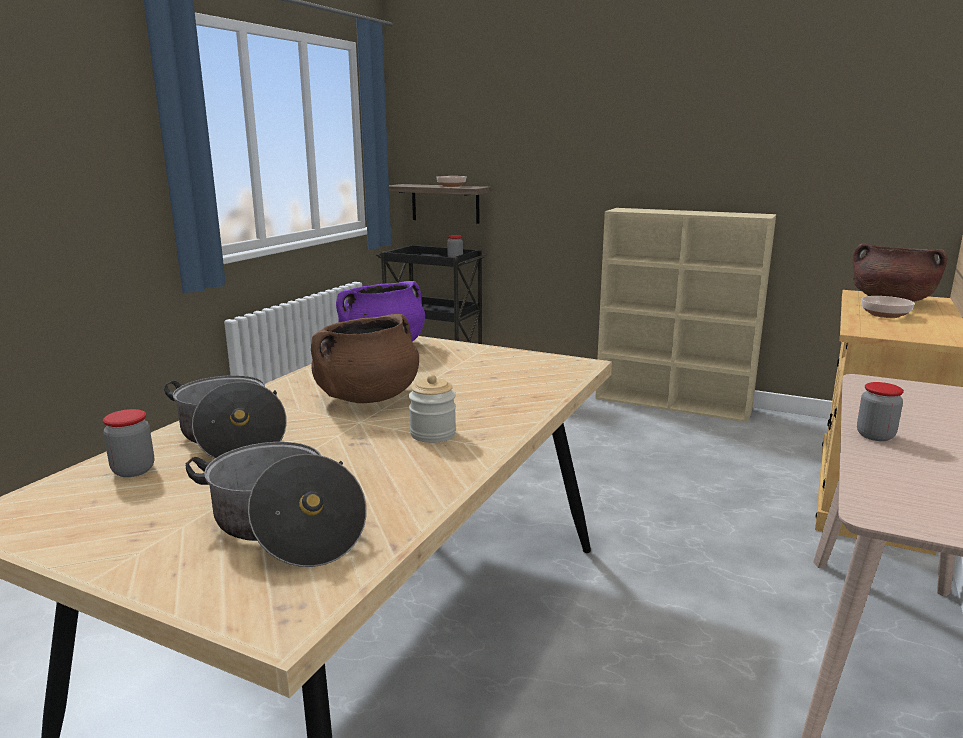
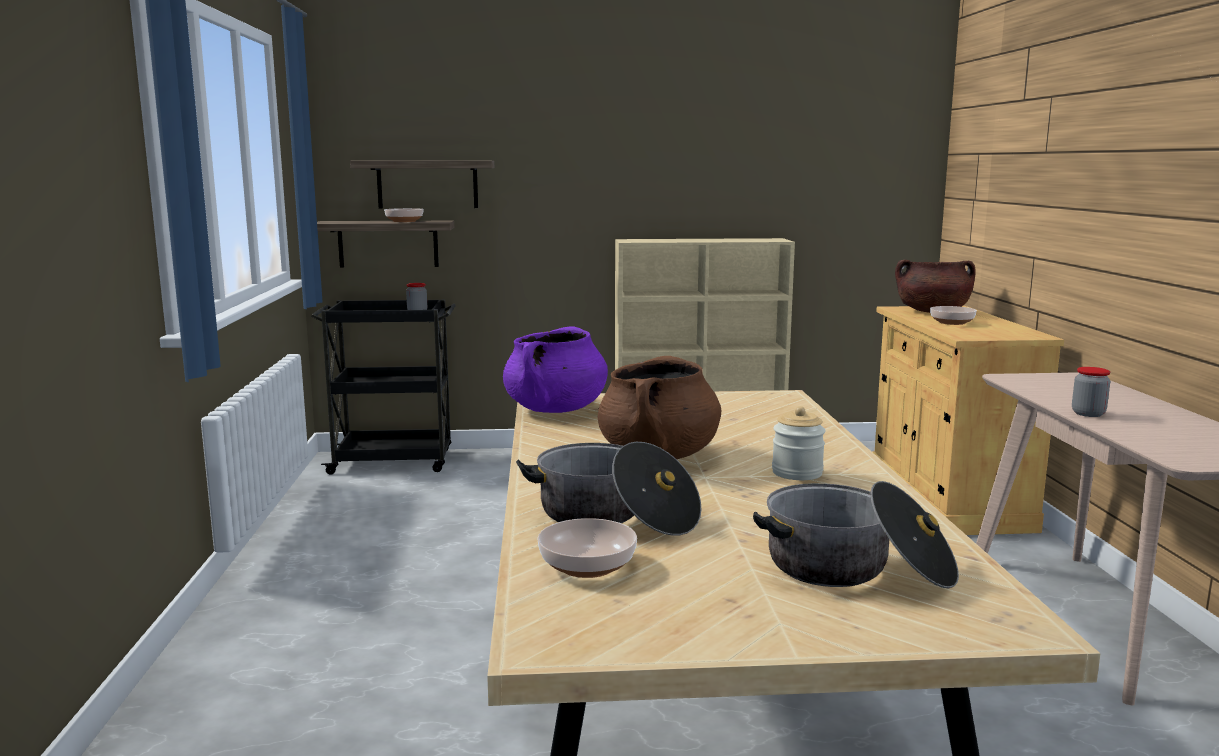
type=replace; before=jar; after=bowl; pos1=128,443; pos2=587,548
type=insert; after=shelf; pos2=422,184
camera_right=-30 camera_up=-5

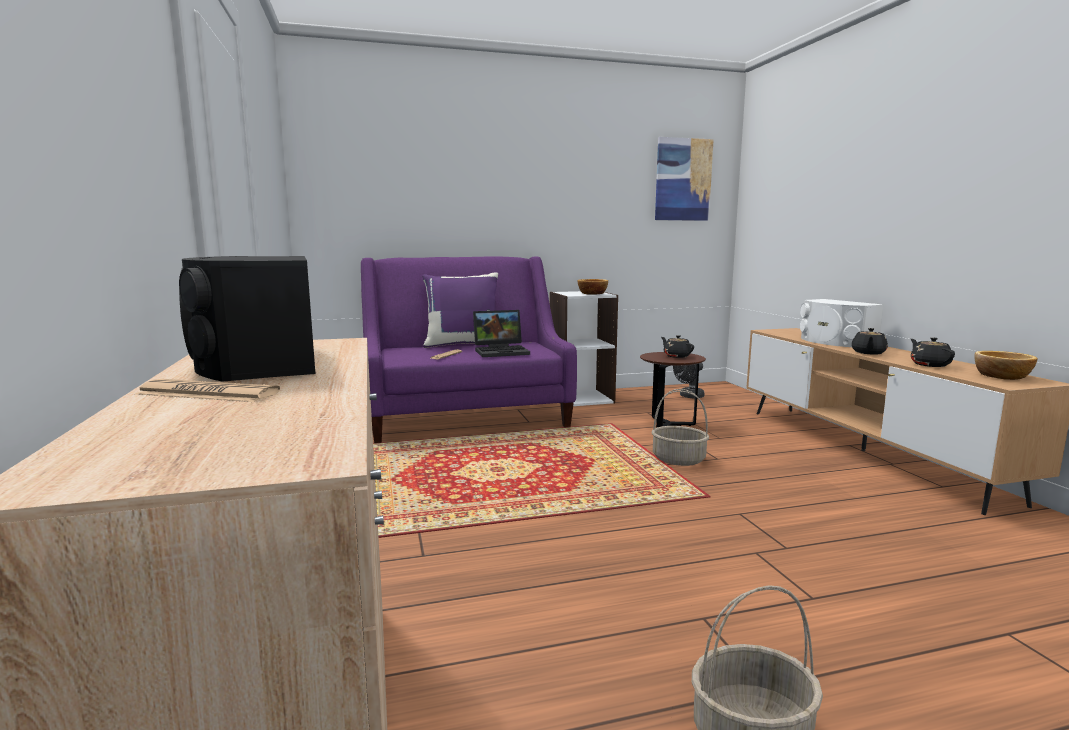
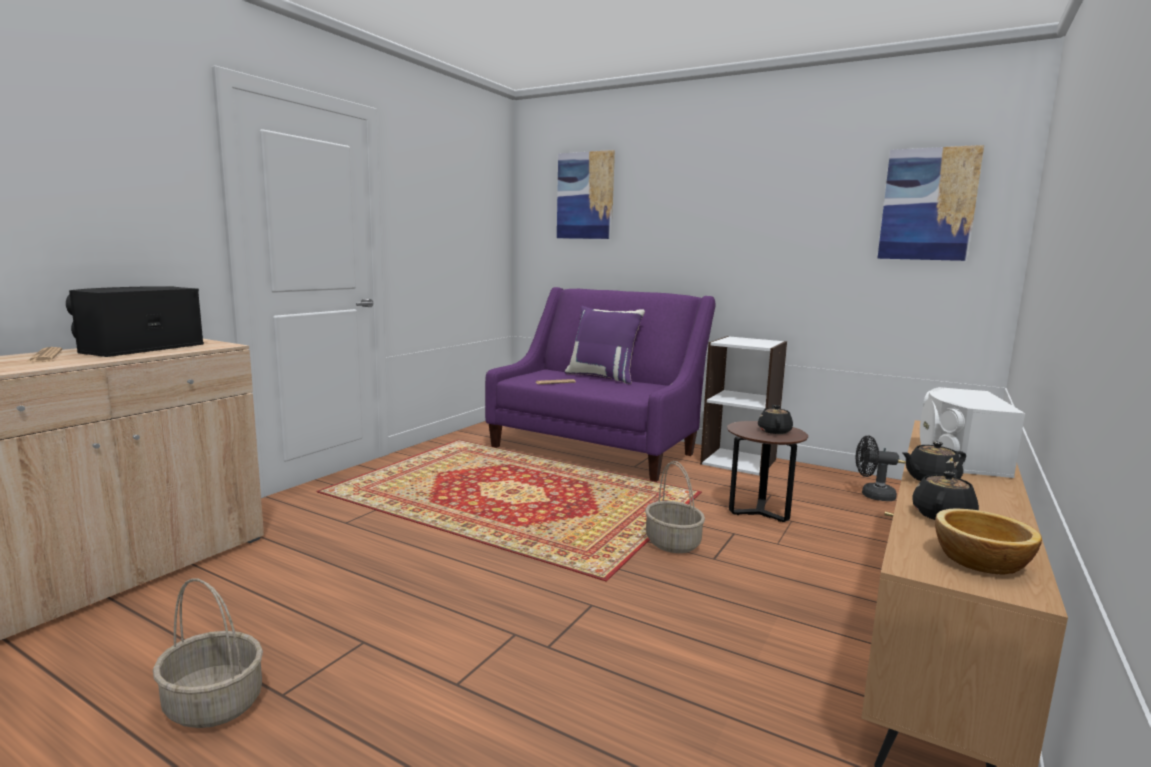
type=delete; before=laptop; pos1=501,333
type=delete; before=bowl; pos1=593,287
type=insert; after=picture; pos2=586,194
camera_right=45 camera_up=0

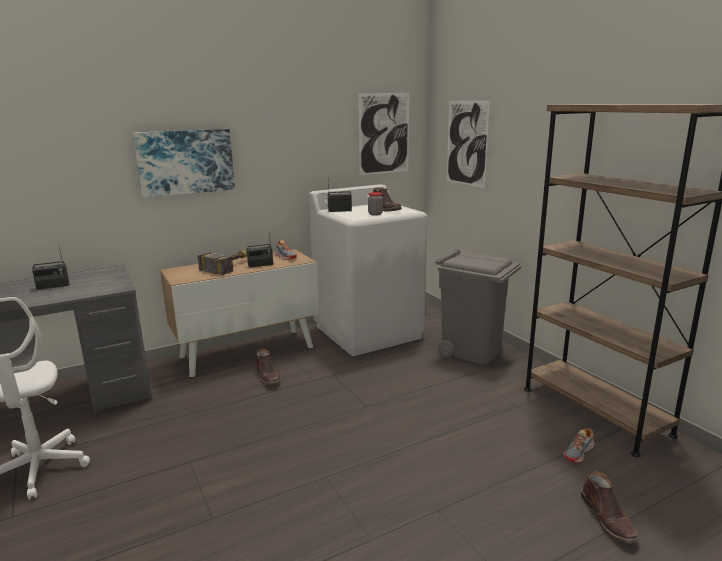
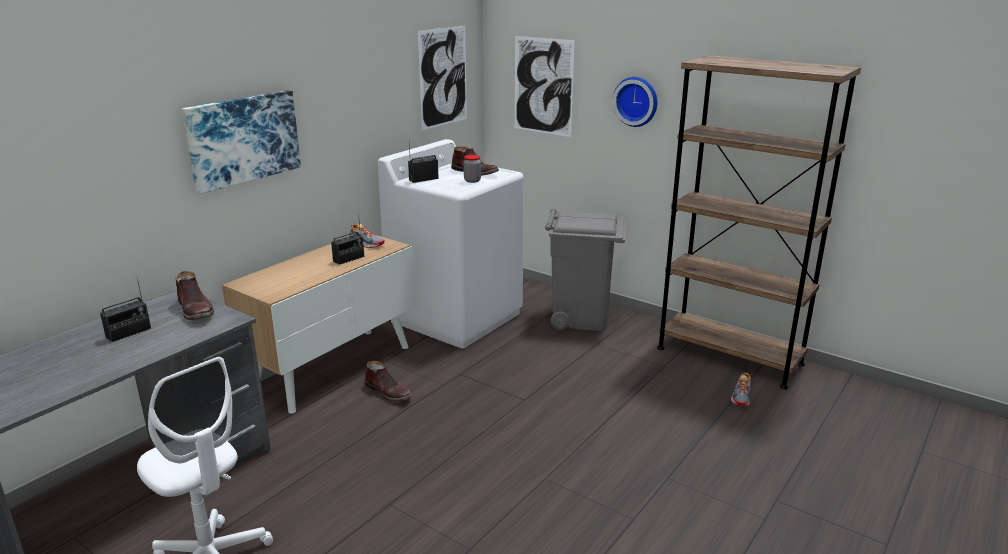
type=delete; before=hammer; pos1=222,262
type=move; before=brown_boot; pos1=610,506; pos2=194,295
type=insert; after=wall_clock; pos2=635,102
camera_right=-25 camera_up=5

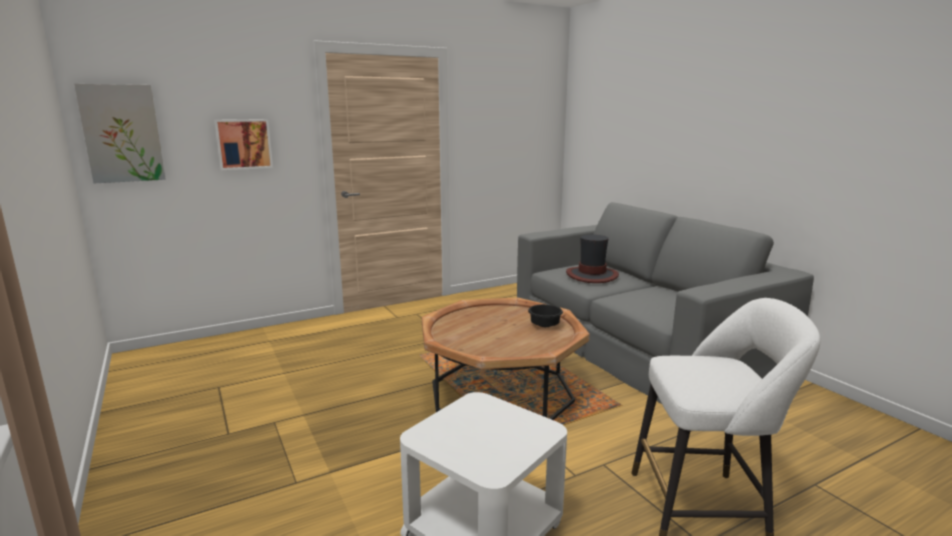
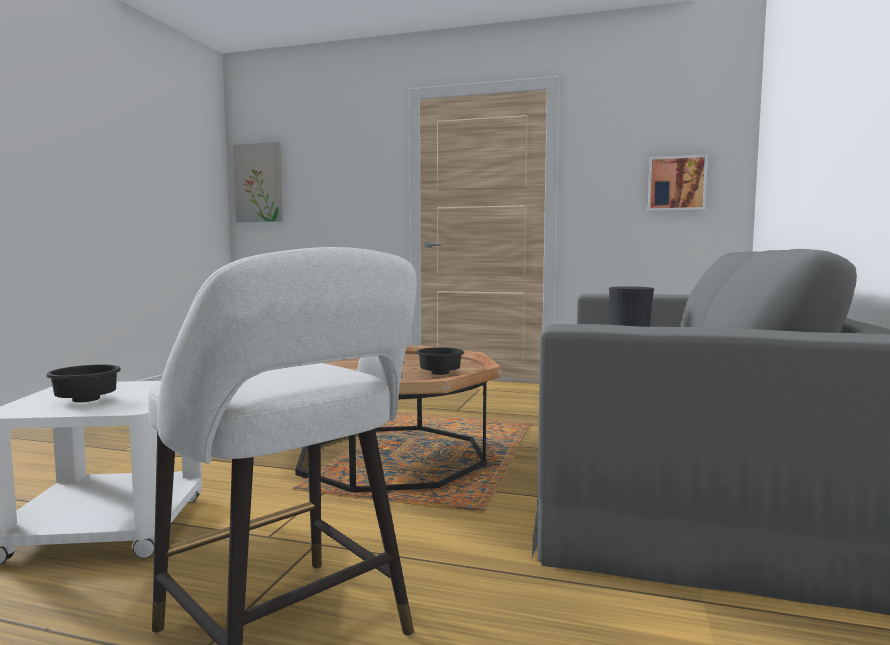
type=move; before=picture; pos1=243,144; pos2=678,183
type=insert; after=black_bowl; pos2=83,383
camera_right=45 camera_up=-10

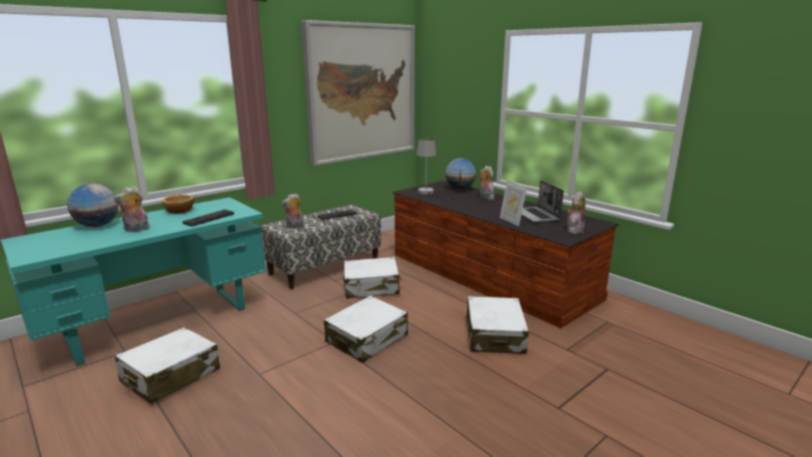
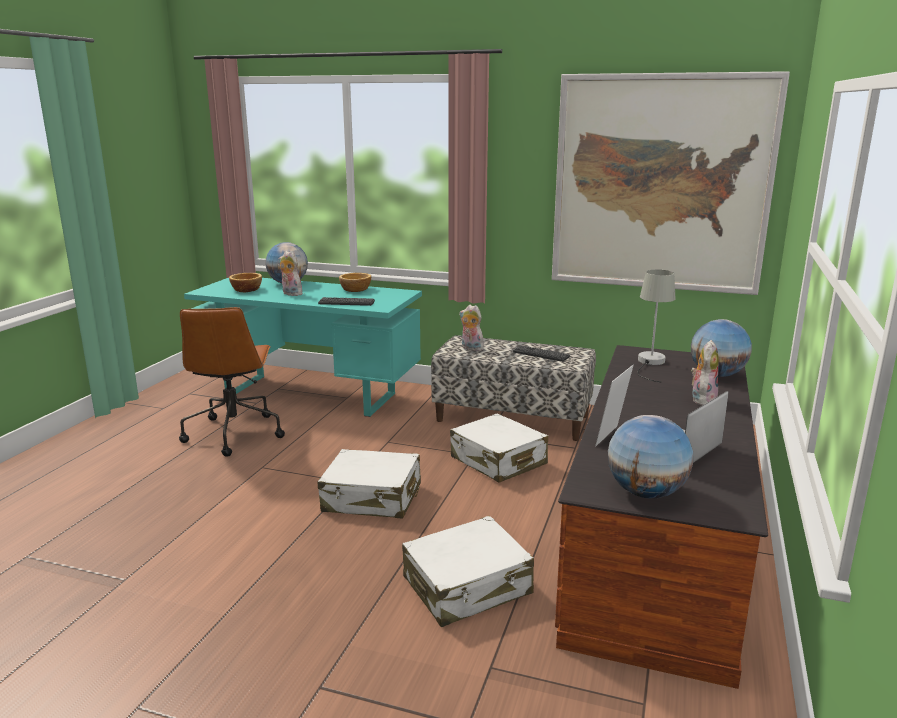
type=replace; before=white_suitcase; after=brown_office_chair; pos1=167,365; pos2=232,382
type=replace; before=plush_toy; after=globe; pos1=576,213; pos2=651,457
type=insert; after=bowl; pos2=245,282
camera_right=60 camera_up=0

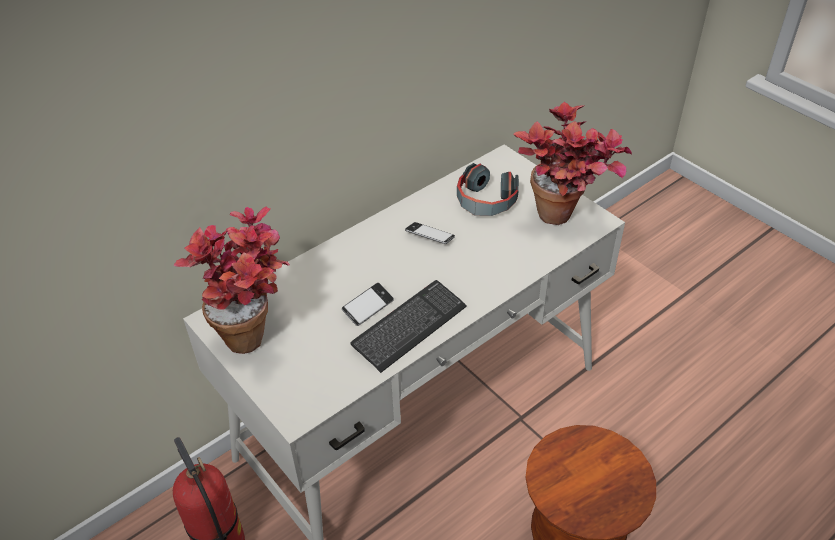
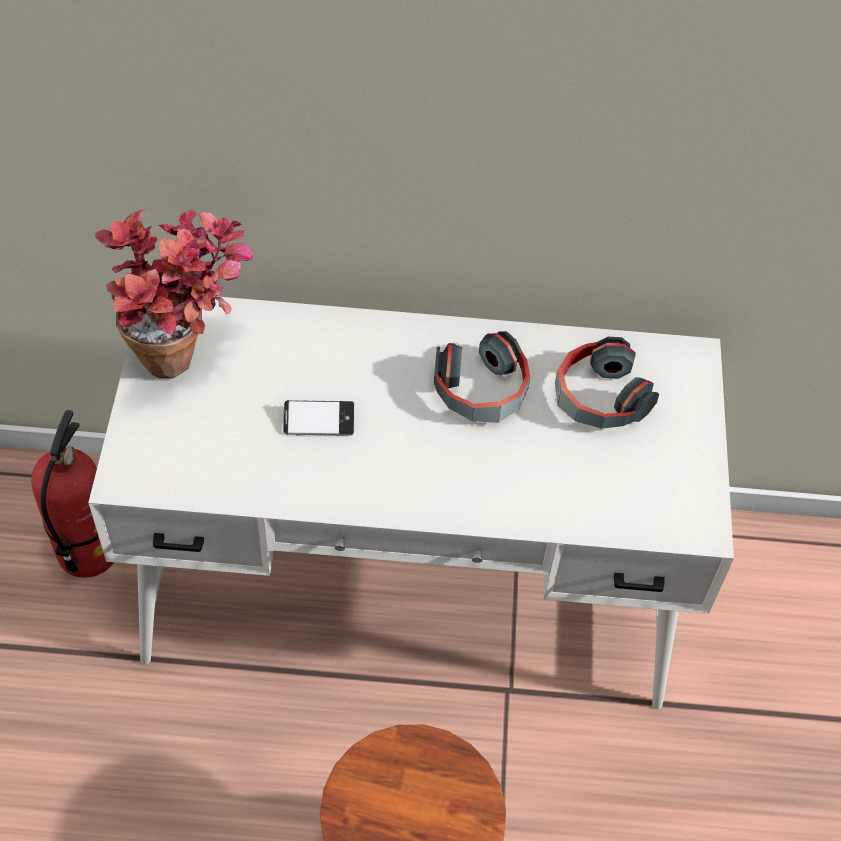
type=delete; before=keyboard; pos1=409,326
type=replace; before=phone; after=headphones; pos1=430,233; pos2=482,377
type=delete; before=potted_plant; pos1=573,163
camera_right=40 camera_up=10

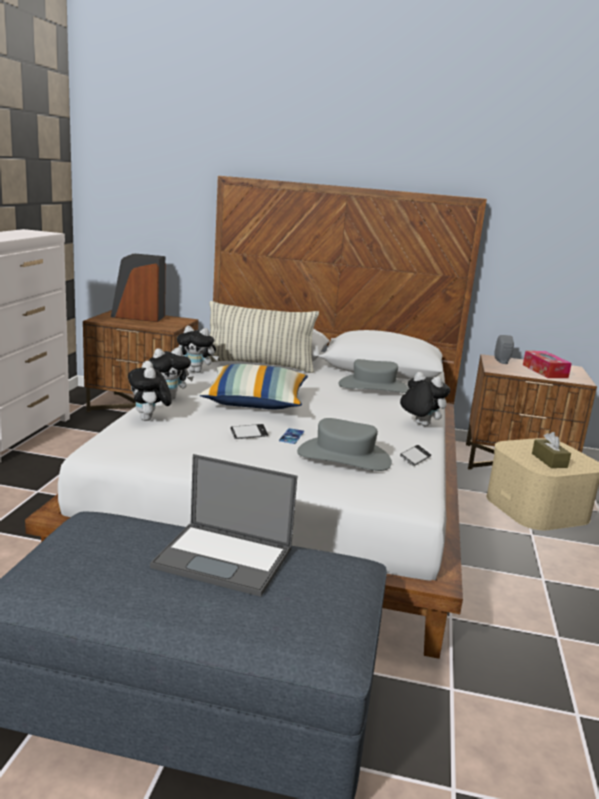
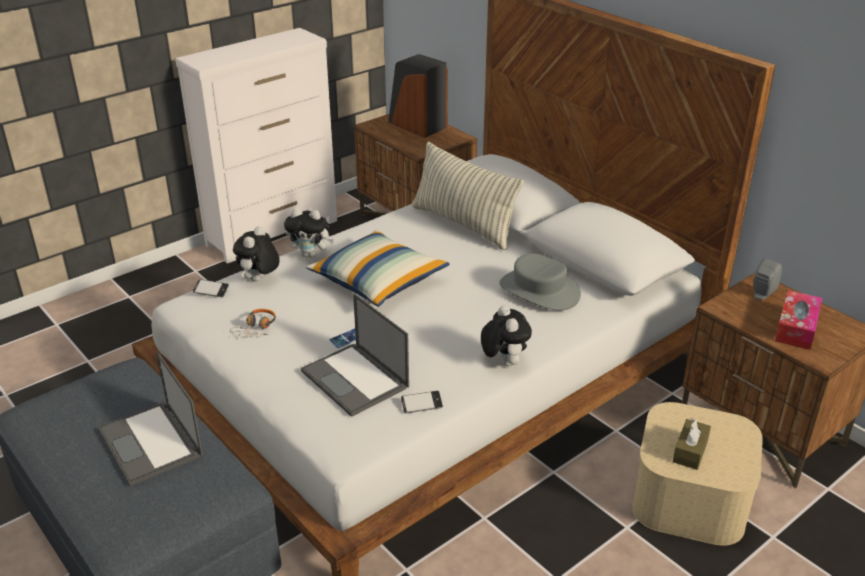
type=delete; before=plush_toy; pos1=198,349
type=move; before=phone; pos1=249,431; pos2=211,288
type=replace; before=grey_hat; after=laptop; pos1=344,444; pos2=355,355
type=insert; after=headphones; pos2=253,323
camera_right=40 camera_up=15

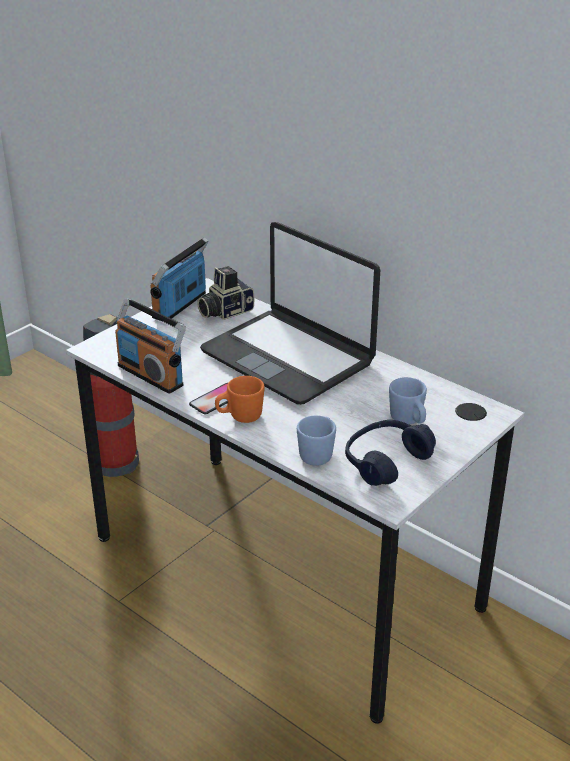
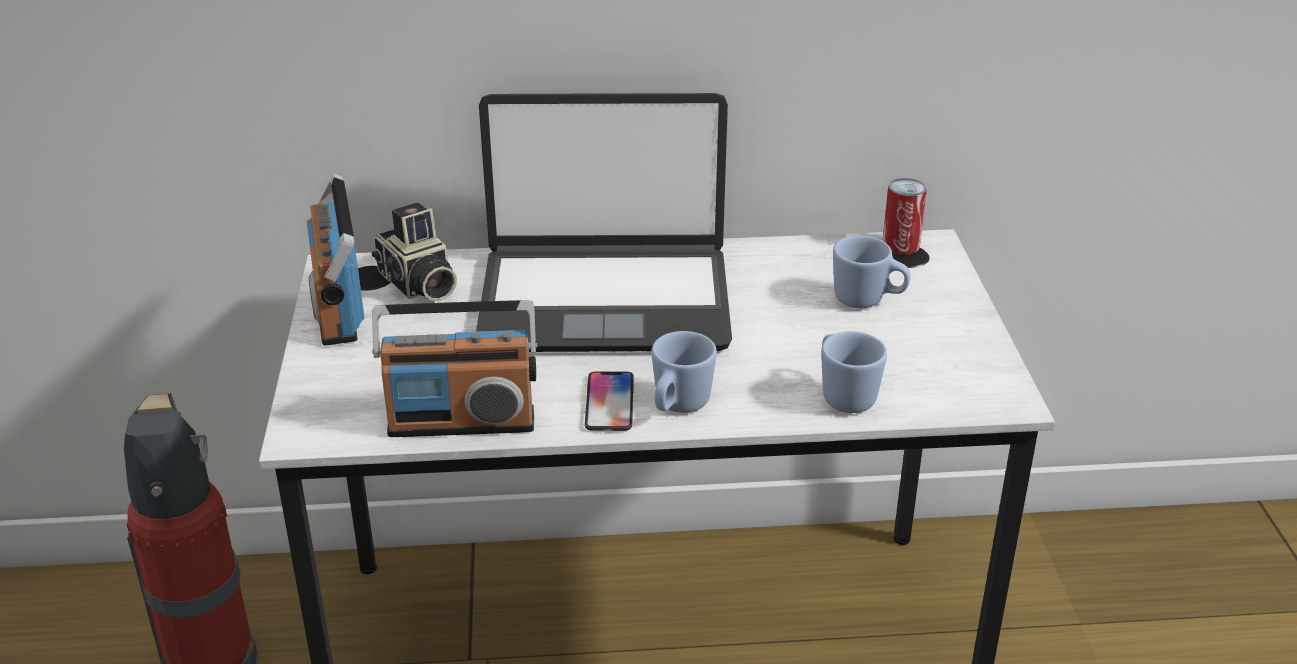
type=rotate; before=photo_camera; pos1=225,293; pos2=414,251; turn=-45
type=recolor; before=orange_mug; after=blue_mug; pos1=240,399; pos2=684,372
type=delete; before=blue_headphones; pos1=390,453
type=insert; after=can; pos2=905,216
camera_right=-45 camera_up=0

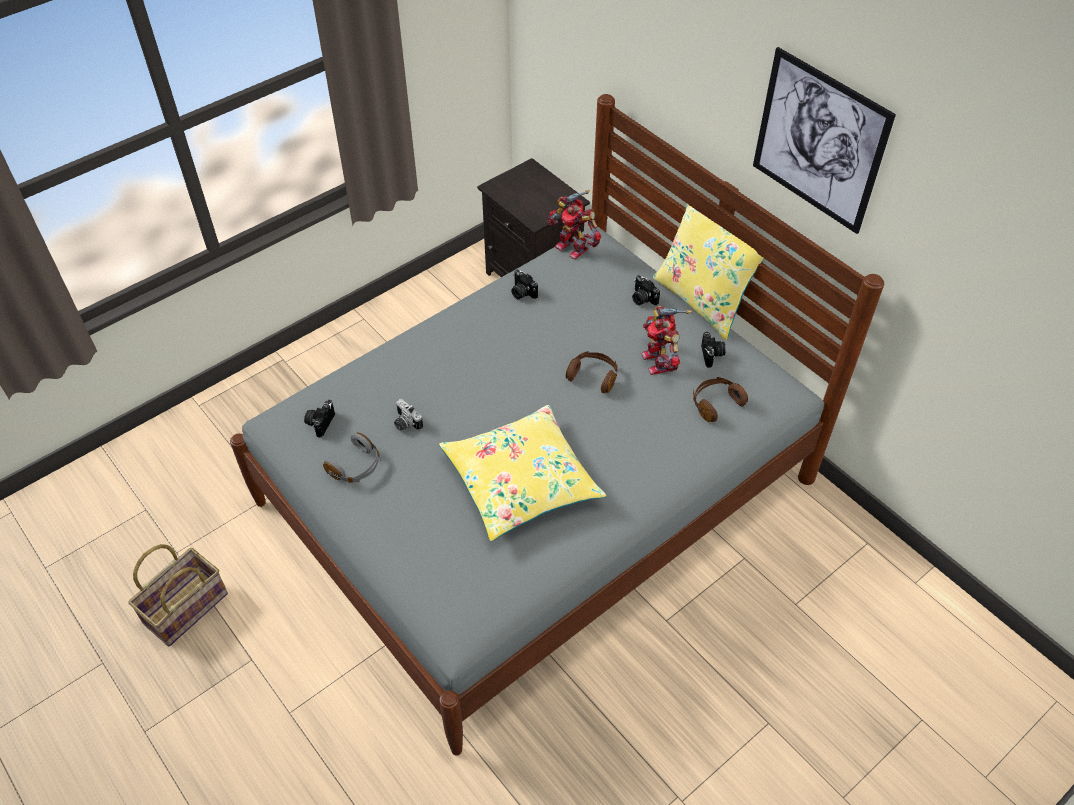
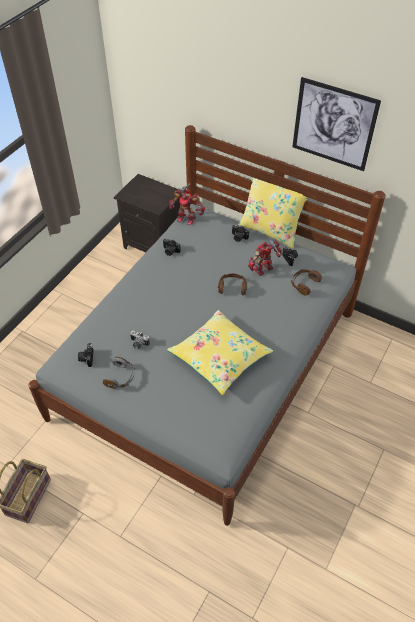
type=rotate; before=toy_robot; pos1=666,340; pos2=265,257; turn=90
camera_right=-20 camera_up=0

